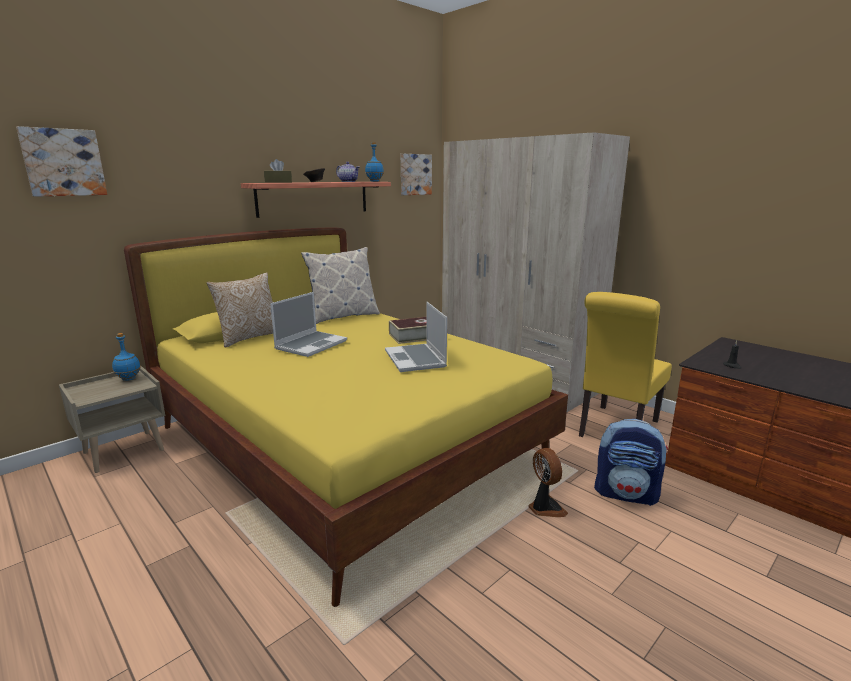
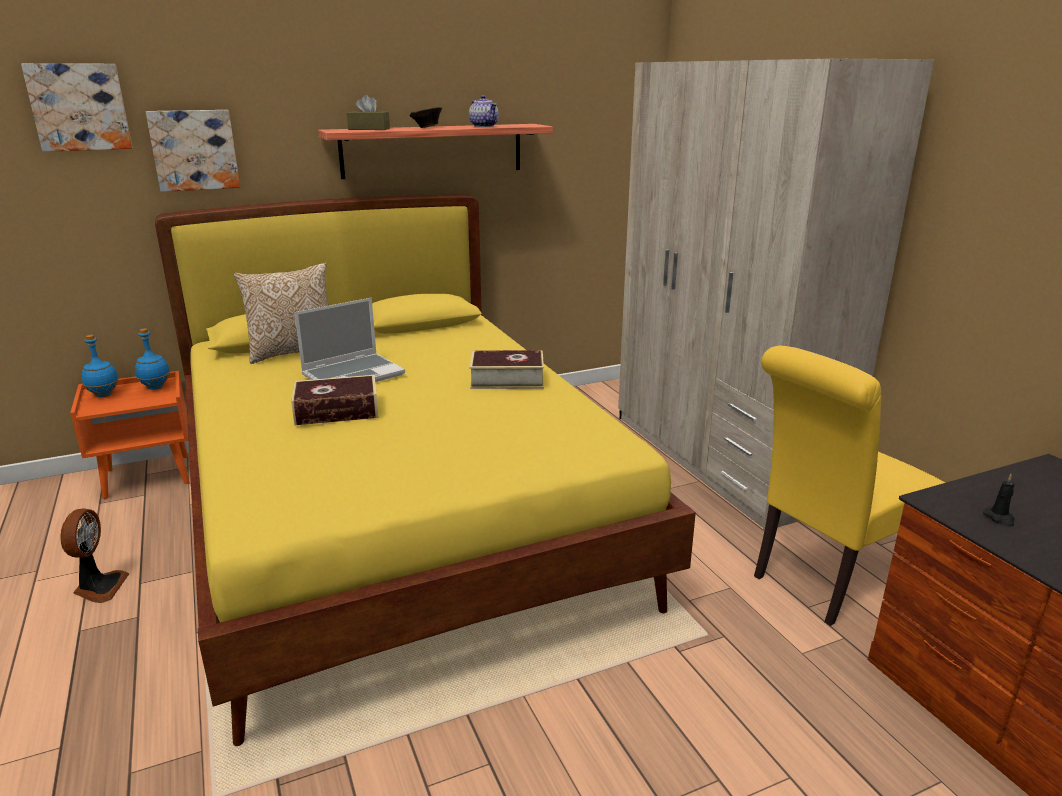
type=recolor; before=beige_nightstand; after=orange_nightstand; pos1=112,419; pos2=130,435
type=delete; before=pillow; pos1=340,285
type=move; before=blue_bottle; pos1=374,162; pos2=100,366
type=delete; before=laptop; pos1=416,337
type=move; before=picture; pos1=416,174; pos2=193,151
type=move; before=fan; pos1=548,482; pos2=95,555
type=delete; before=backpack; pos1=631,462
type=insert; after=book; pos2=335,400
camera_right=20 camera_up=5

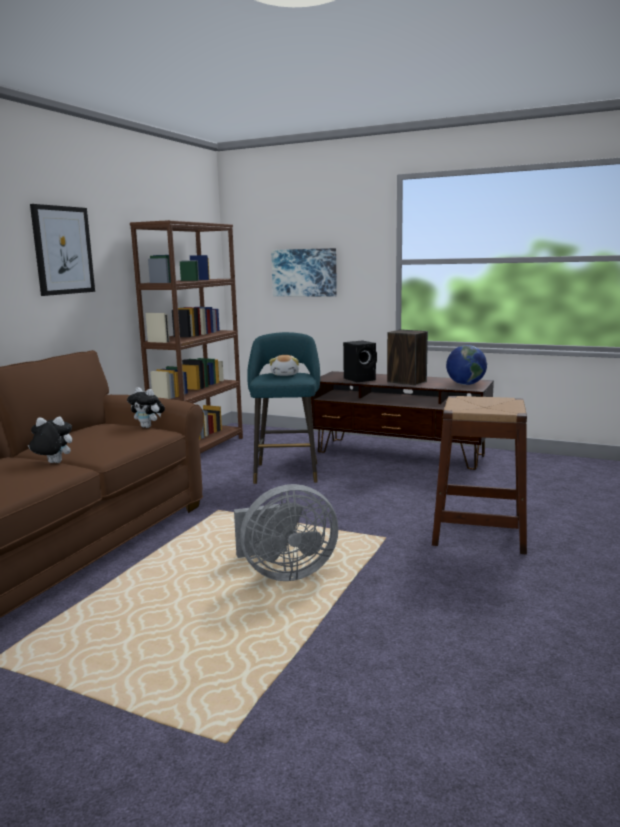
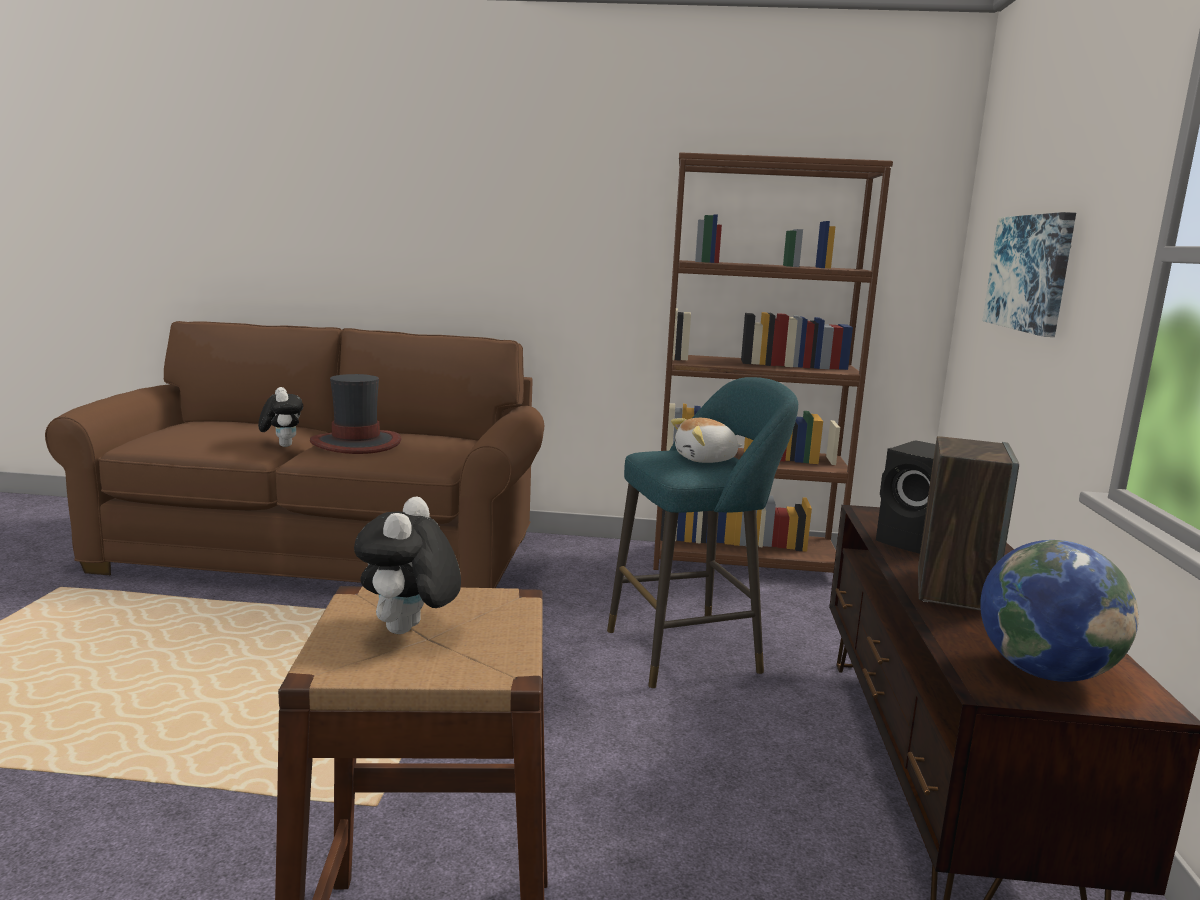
type=delete; before=picture; pos1=62,250
type=move; before=plush_toy; pos1=146,407; pos2=407,565
type=delete; before=grey_fan; pos1=286,532
type=insert; after=hat; pos2=355,414
camera_right=70 camera_up=0

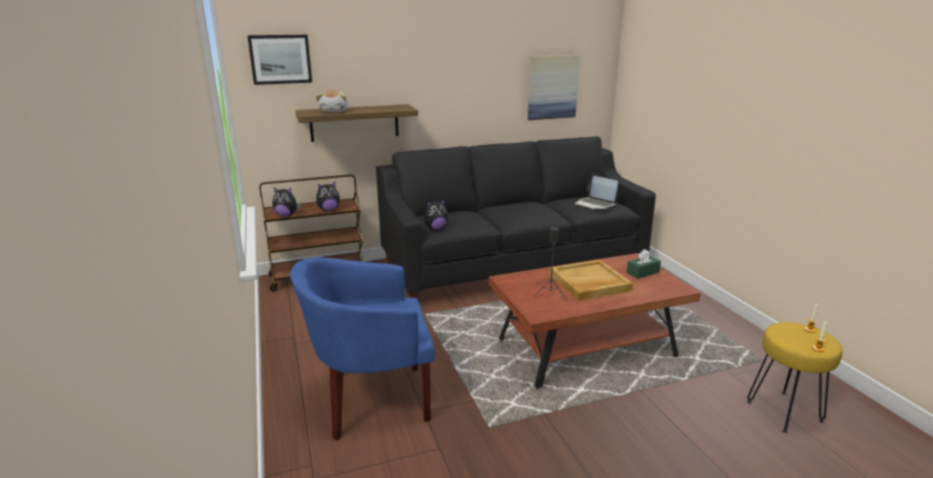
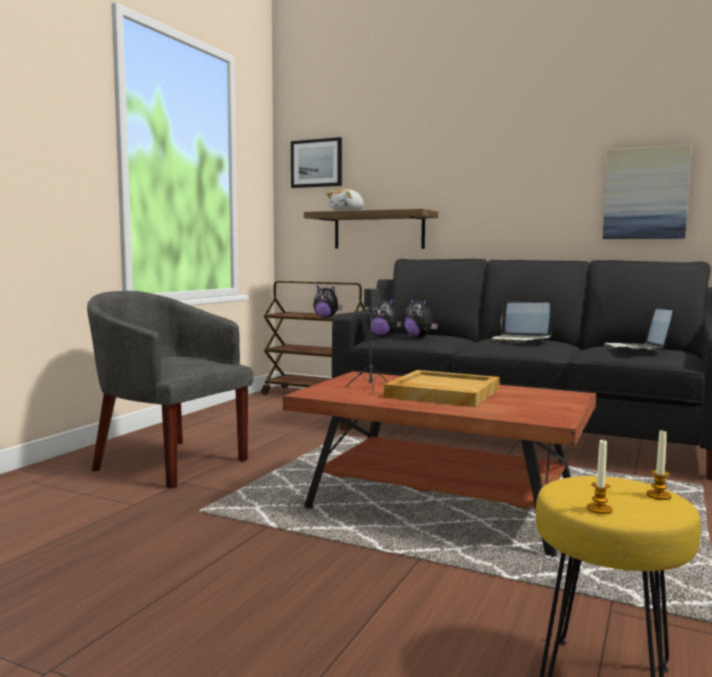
type=move; before=plush_toy; pos1=286,202; pos2=421,317
type=recolor; before=blue_armchair; after=grey_armchair; pos1=362,348; pos2=170,390
type=delete; before=green_tissue_box; pos1=643,264
type=insert; after=laptop; pos2=521,321
camera_right=45 camera_up=-15

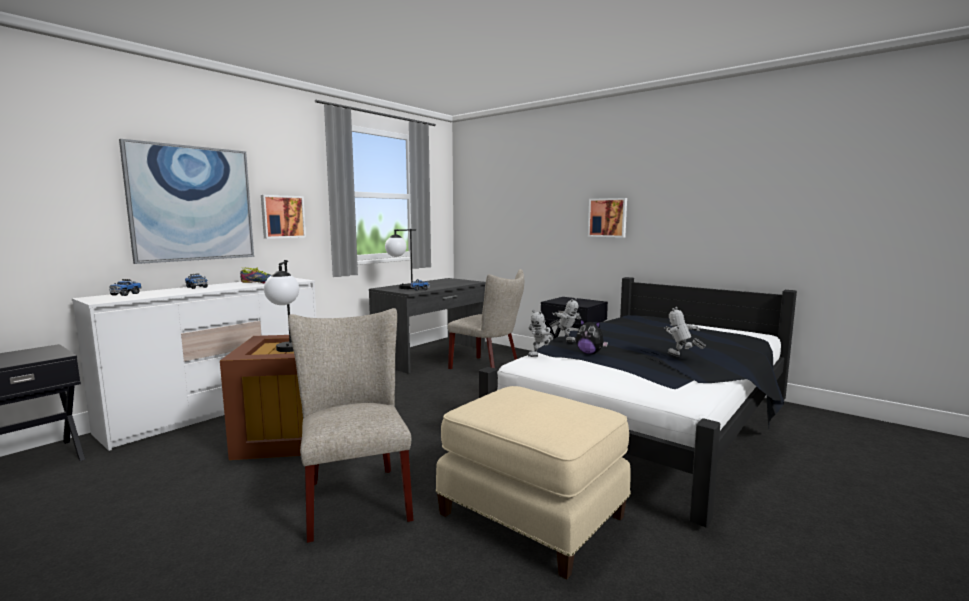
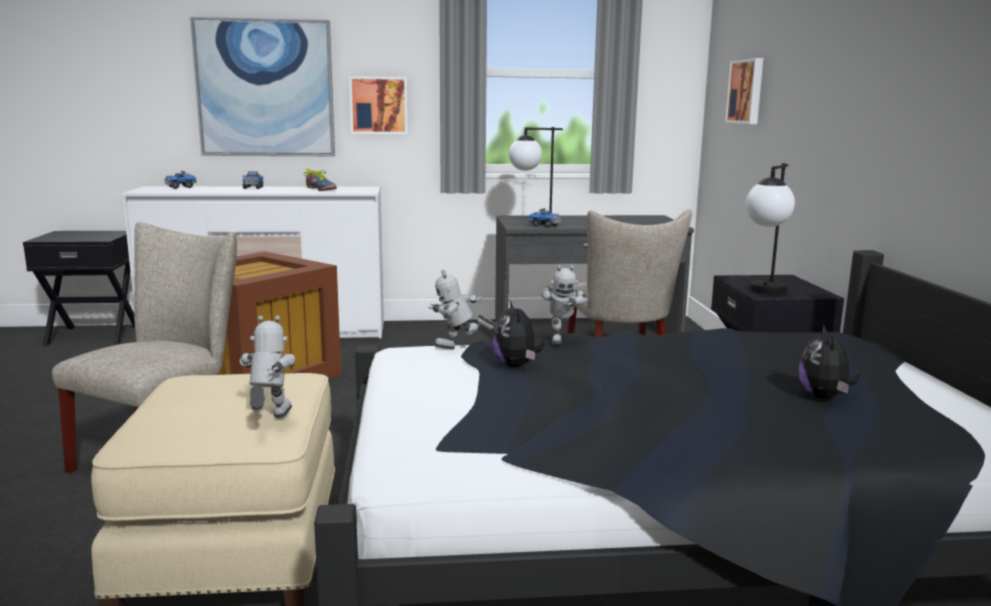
type=move; before=table_lamp; pos1=281,306; pos2=770,228
type=move; before=picture; pos1=607,218; pos2=744,91
type=move; before=toy_robot; pos1=685,332; pos2=267,366
type=insert; after=plush_toy; pos2=829,361
camera_right=45 camera_up=5

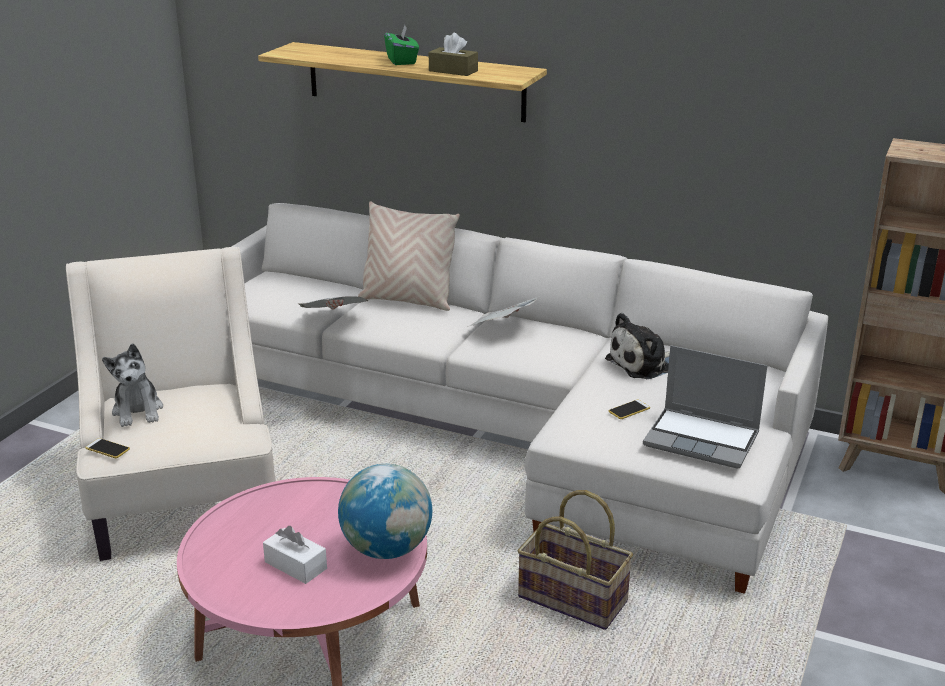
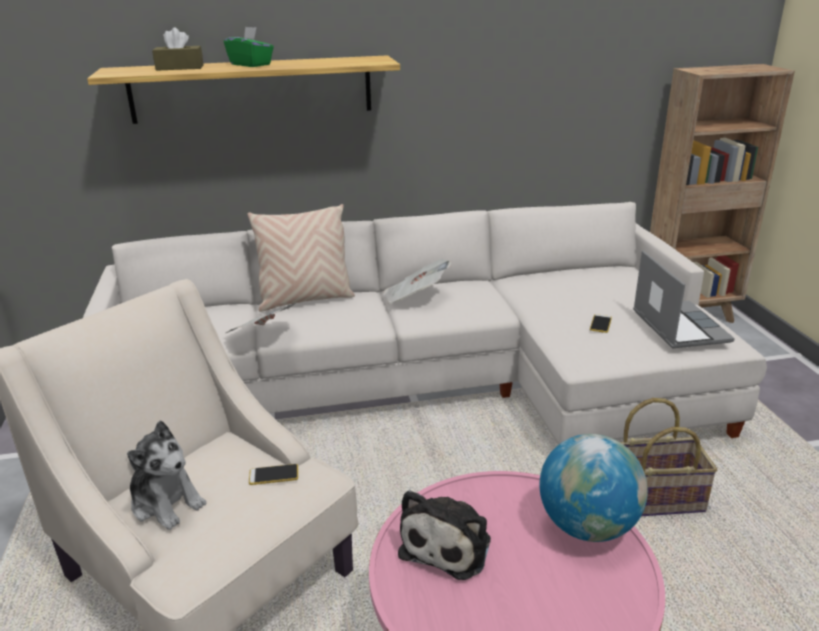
type=move; before=phone; pos1=107,448; pos2=273,474
type=delete; before=white_tissue_box; pos1=295,555
type=move; before=brown_tissue_box; pos1=453,54; pos2=177,49
type=move; before=plush_toy; pos1=637,346; pos2=444,535
type=rotate; before=laptop; pos1=705,406; pos2=684,300; turn=-90
camera_right=-35 camera_up=0

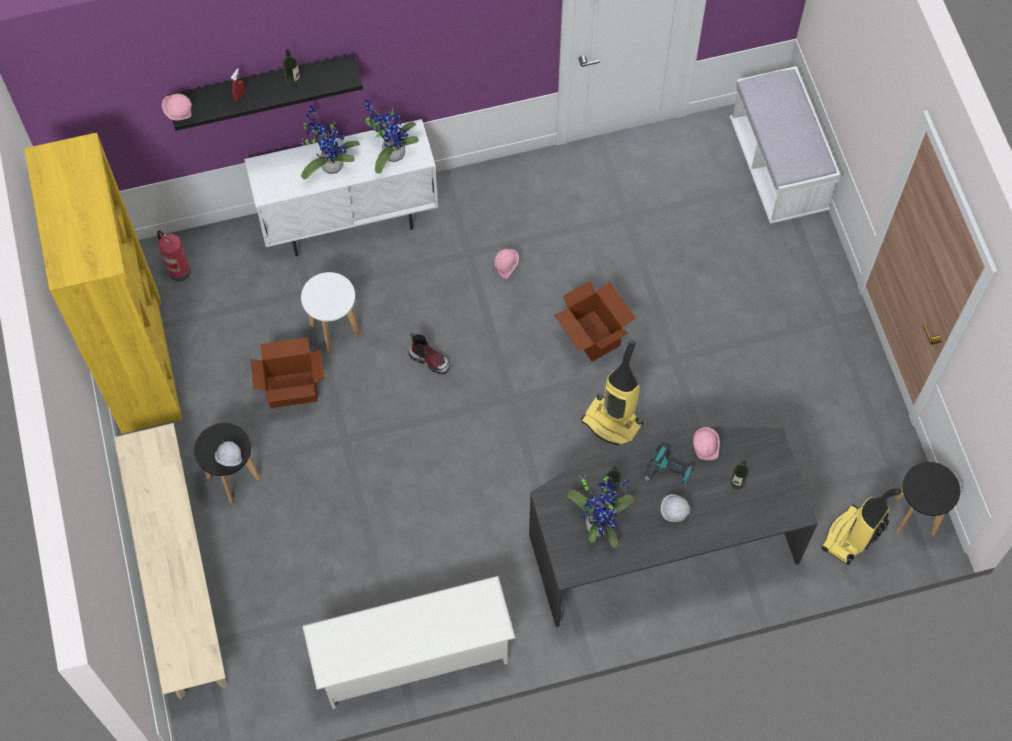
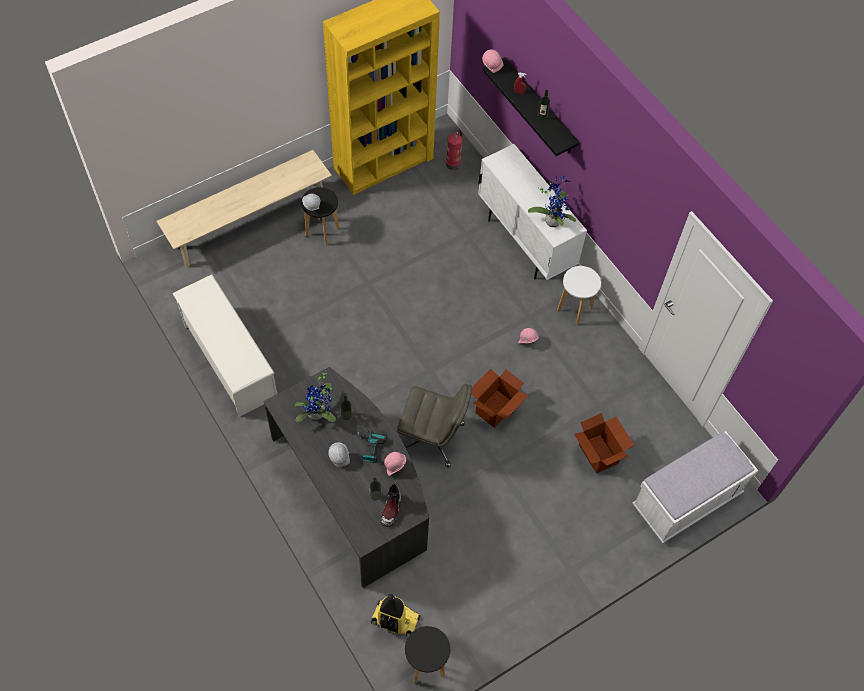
type=move; before=cardboard_box; pos1=287,372; pos2=604,443
type=delete; before=potted_plant; pos1=330,142
type=move; before=white_stool; pos1=330,312; pos2=579,295
type=move; before=boot; pos1=429,353; pos2=391,504
type=replace; before=vacuum_cleaner; after=grey_office_chair; pos1=612,392; pos2=434,426
camera_right=70 camera_up=-5

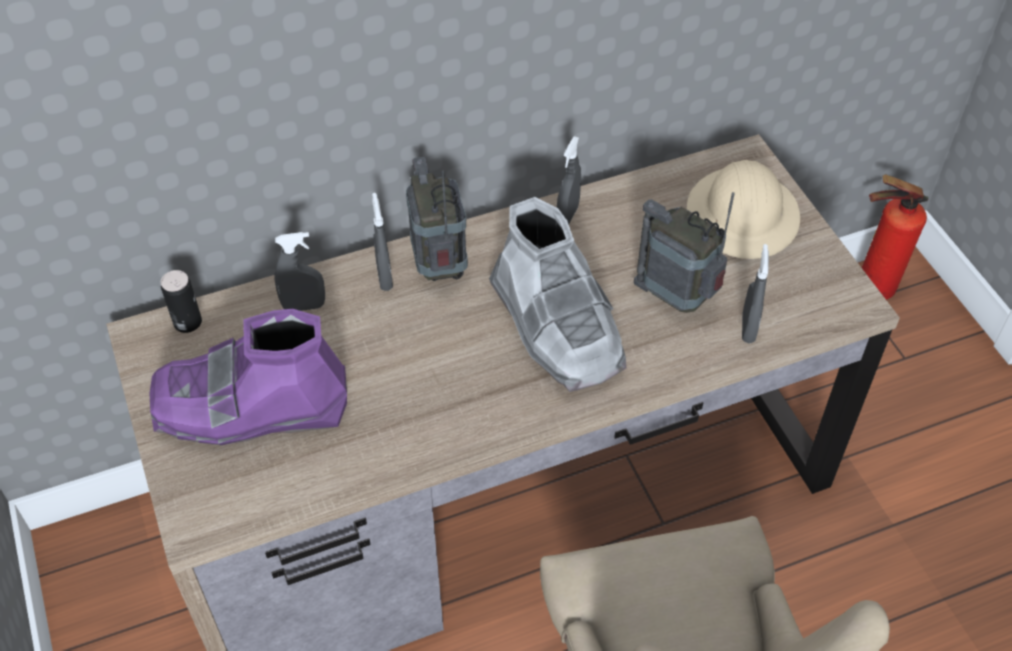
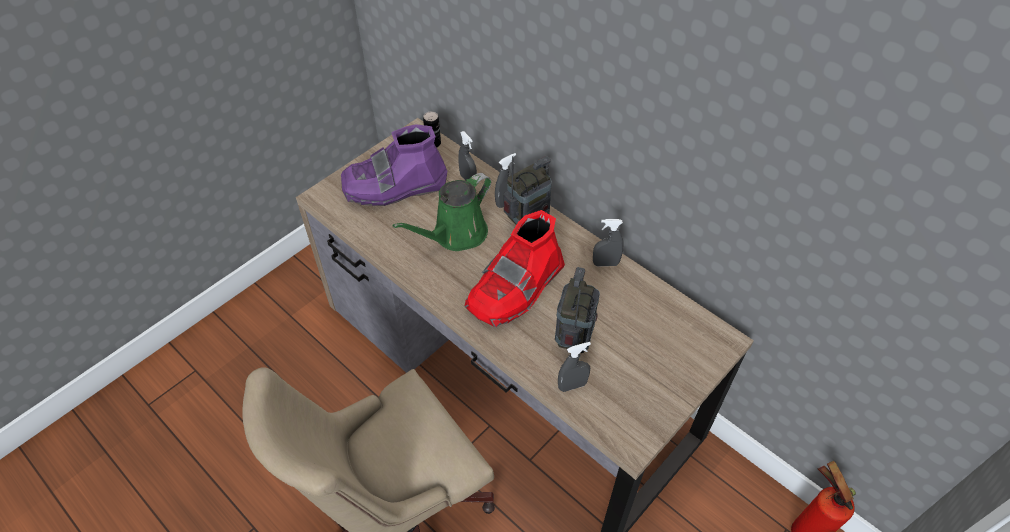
type=rotate; before=purple_boot; pos1=248,377; pos2=394,165; turn=-75
type=recolor; before=grey_boot; after=red_boot; pos1=557,294; pos2=514,268
type=delete; before=beige_hard_hat; pos1=743,209
type=insert; after=green_watering_can; pos2=442,212
camera_right=65 camera_up=0

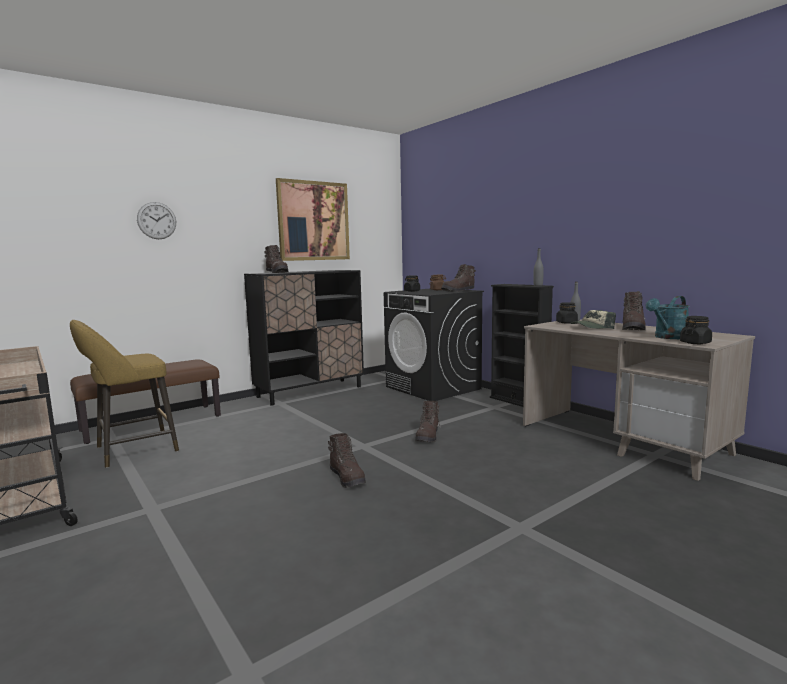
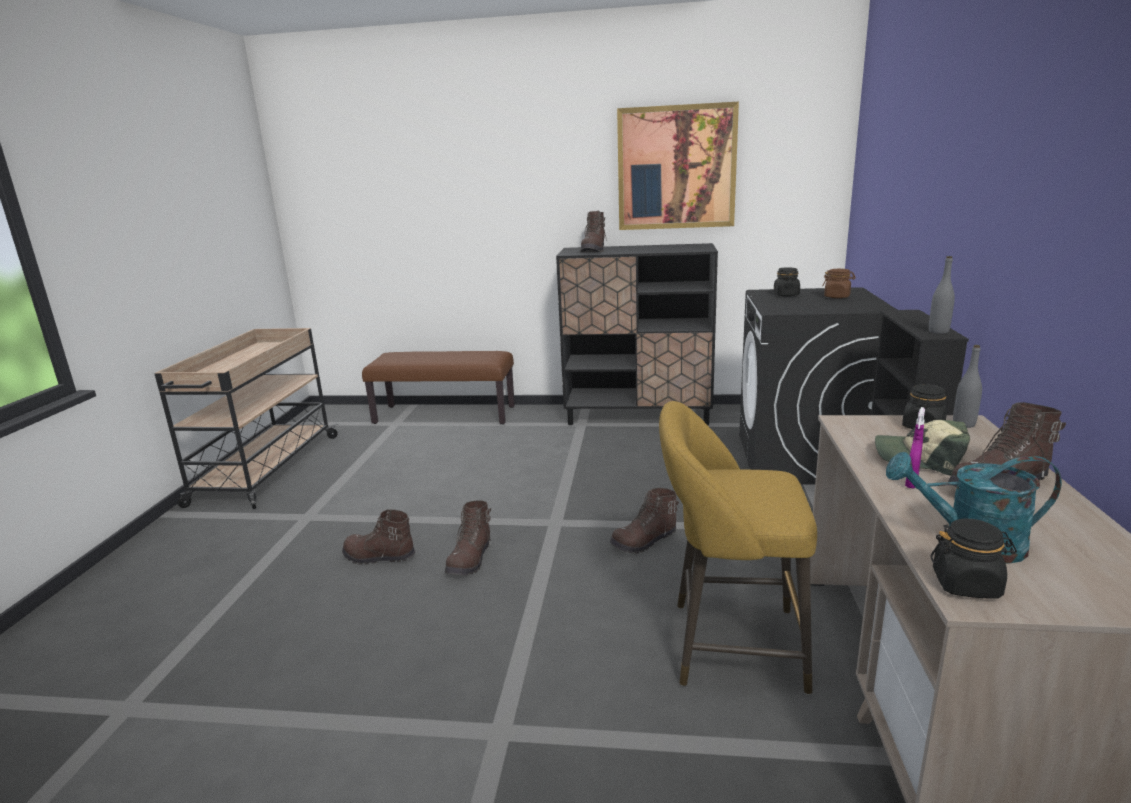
type=move; before=yellow_stool; pos1=124,394; pos2=738,548
type=delete; before=wall_clock; pos1=156,220
type=move; before=brown_boot; pos1=458,278; pos2=378,537
type=insert; after=purple_spray_bottle; pos2=915,447
camera_right=45 camera_up=10

